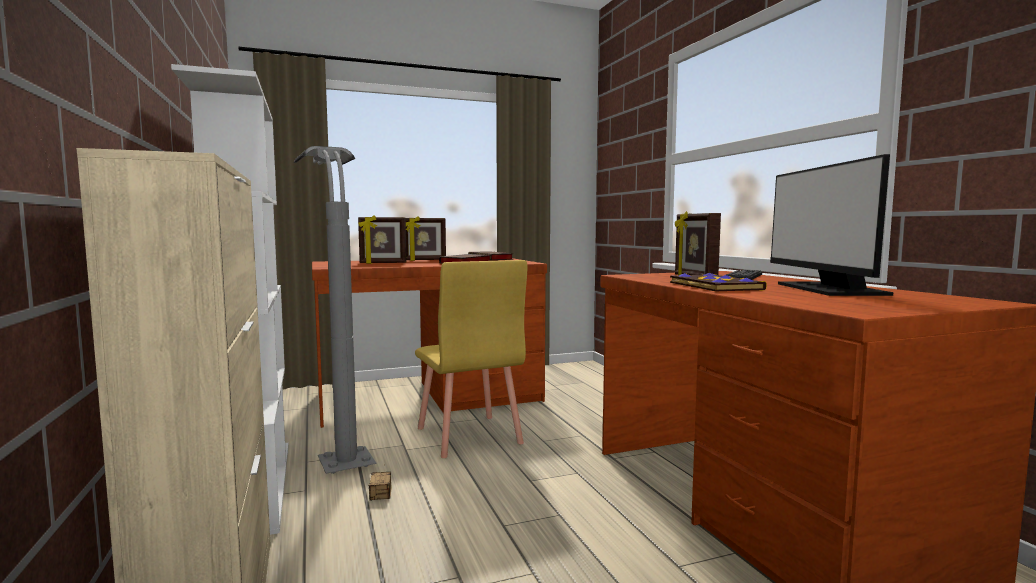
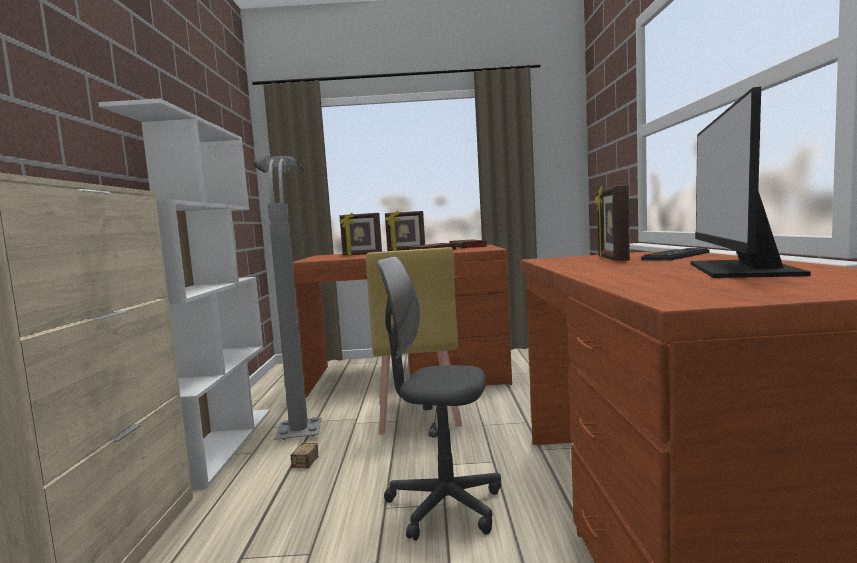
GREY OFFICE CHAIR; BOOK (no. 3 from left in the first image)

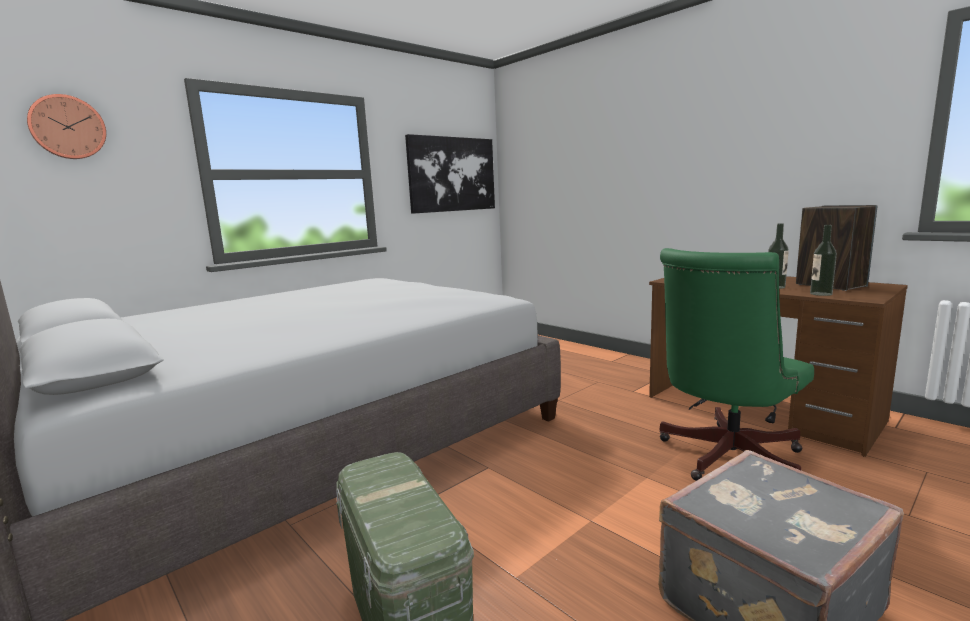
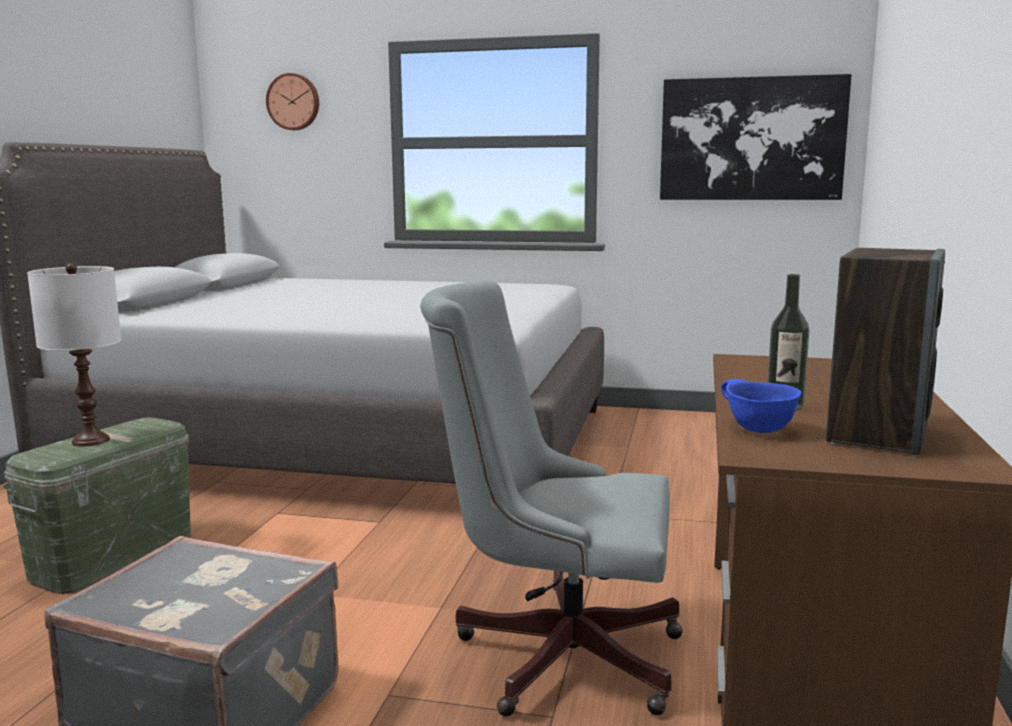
WHITE TABLE LAMP; GREY OFFICE CHAIR; BLUE BOWL

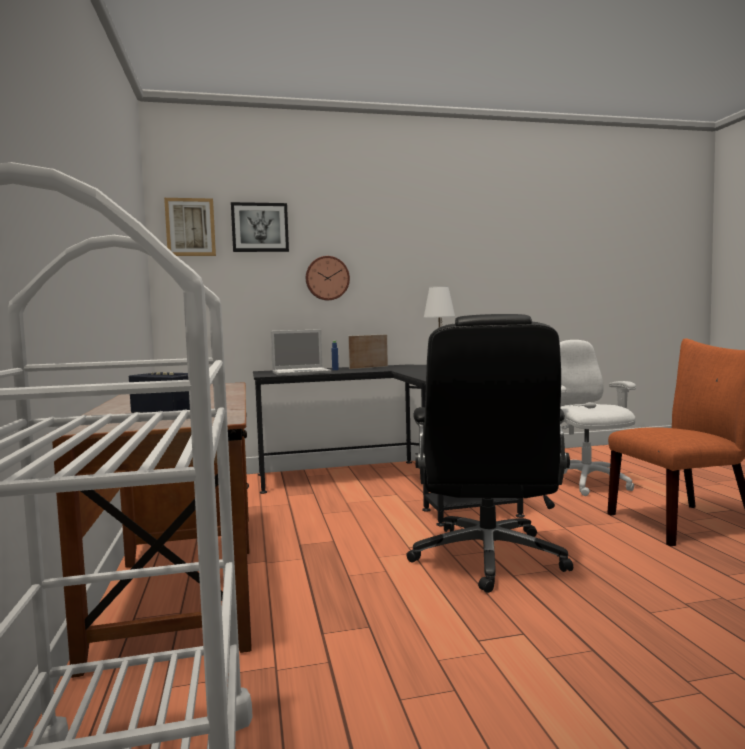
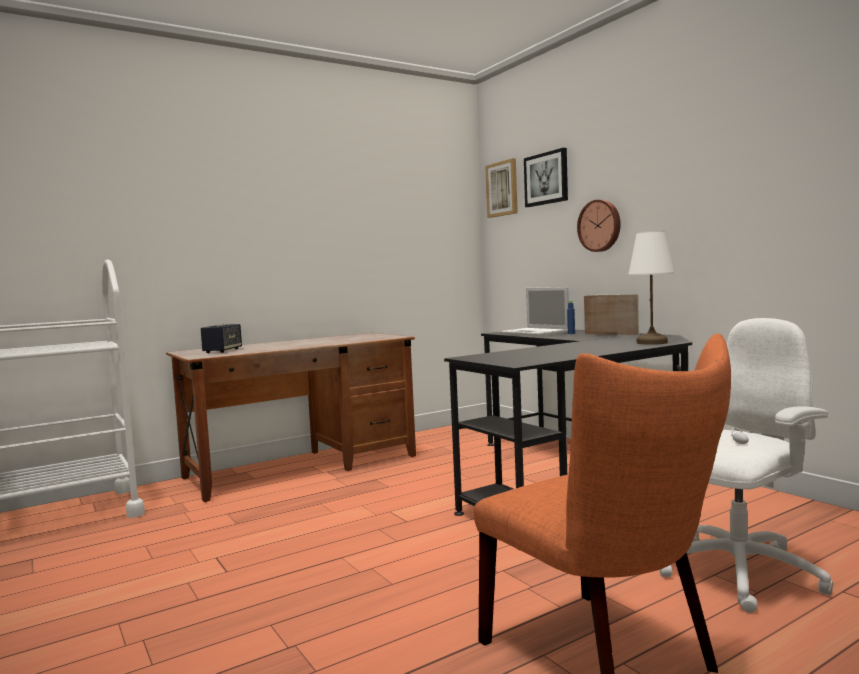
BLACK OFFICE CHAIR

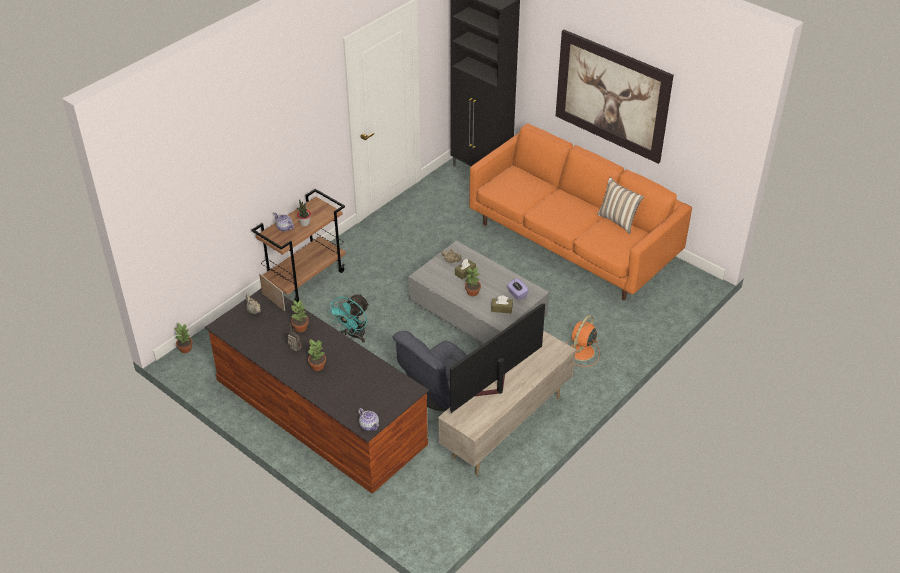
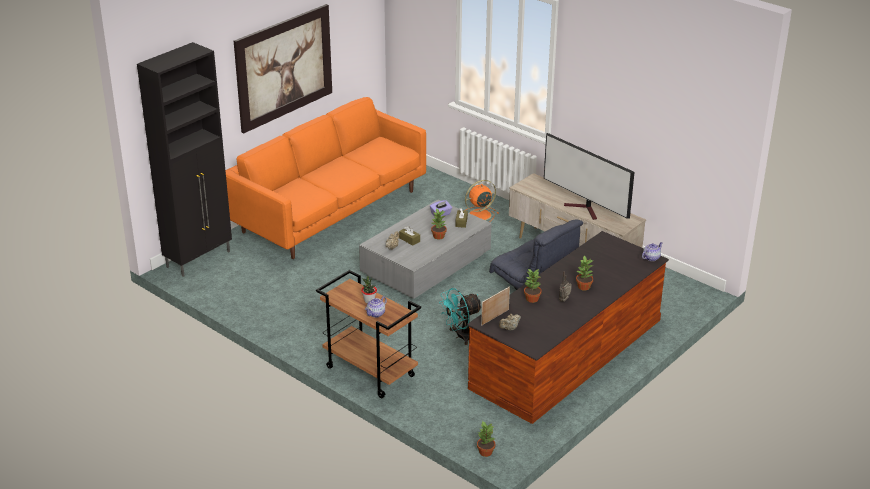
TURQUOISE FAN; ORANGE FAN; PILLOW

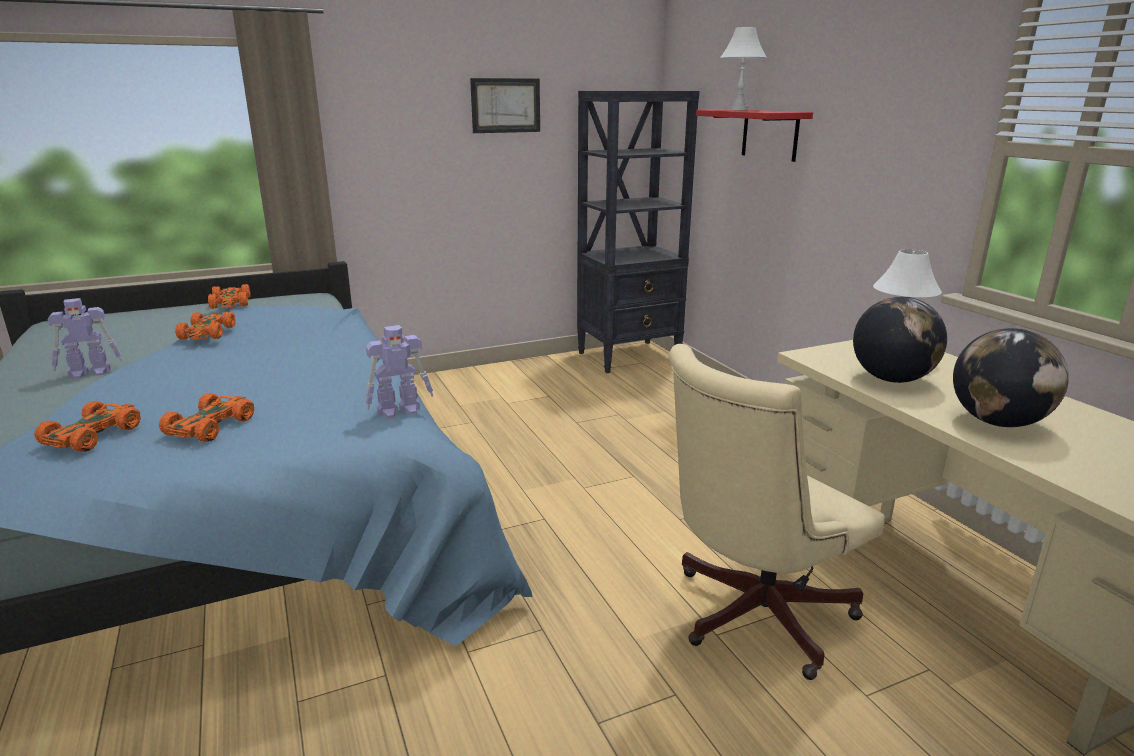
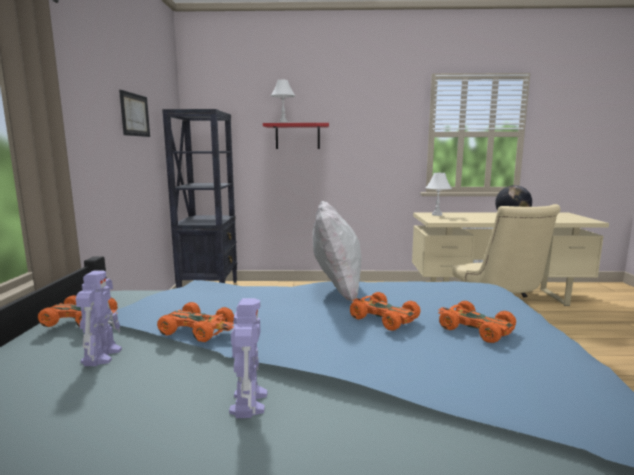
TOY ROBOT (no. 1 from left); WHITE PILLOW; ORANGE TOY CAR (no. 3 from left); GLOBE (no. 1 from left in the first image)

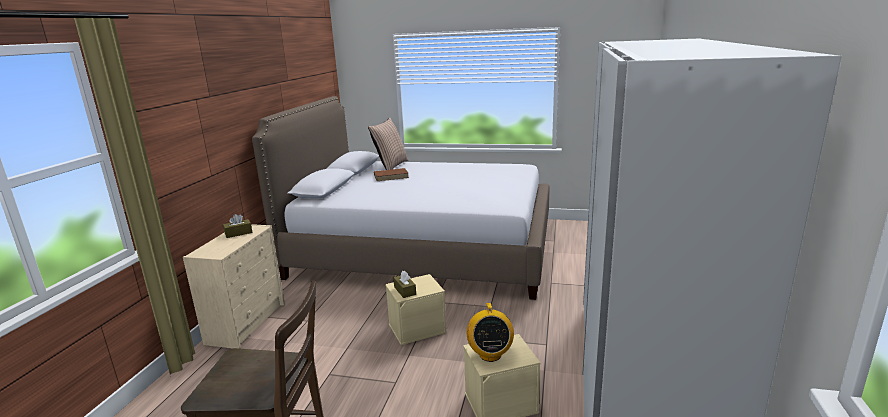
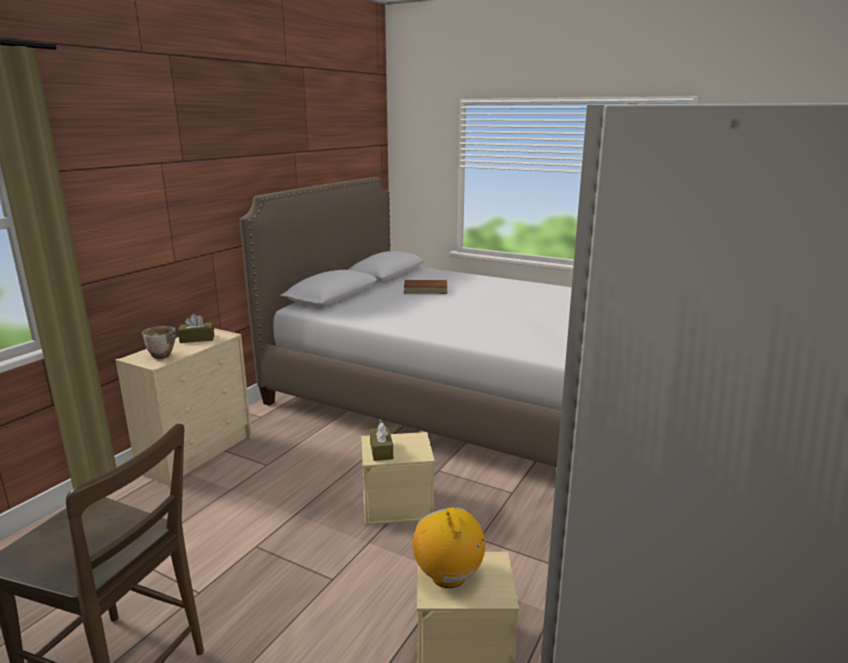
BOWL; RADIO; PILLOW

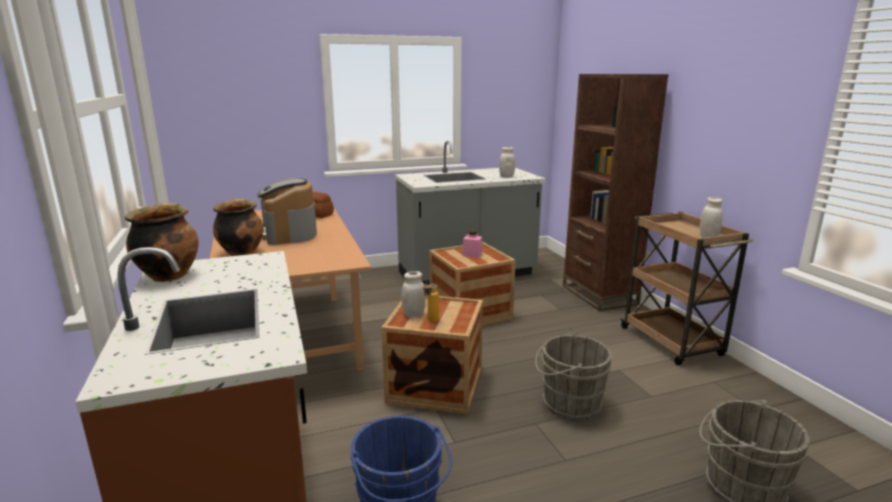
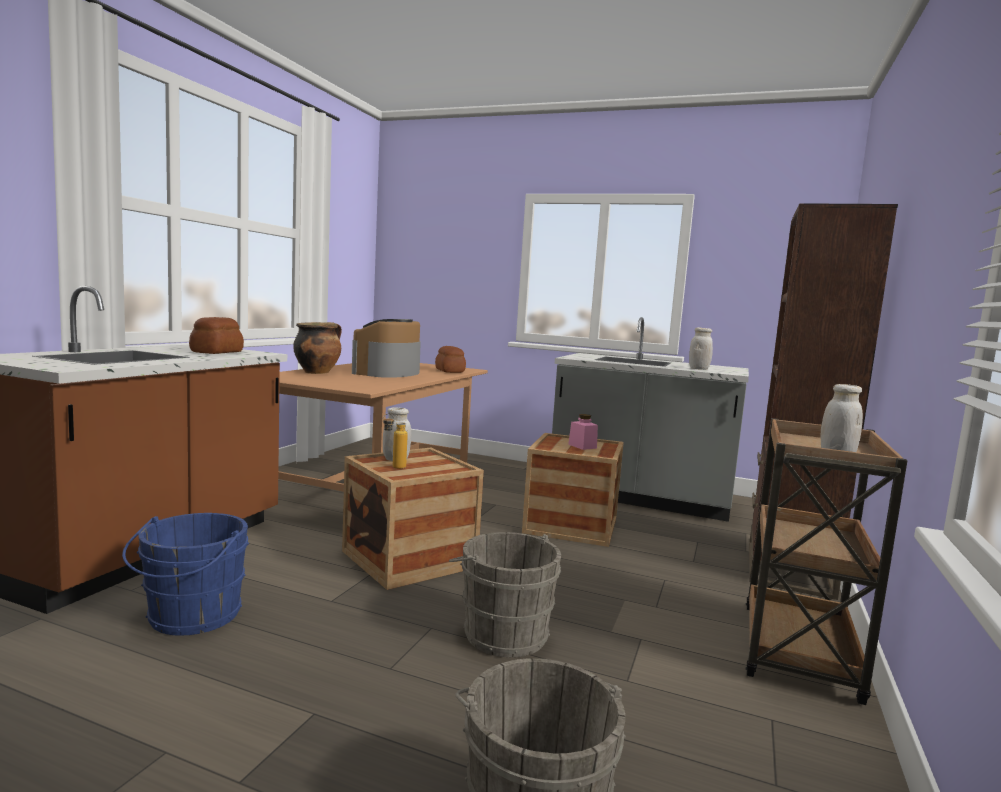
BREAD (no. 1 from left); COOKING POT (no. 1 from left in the first image)

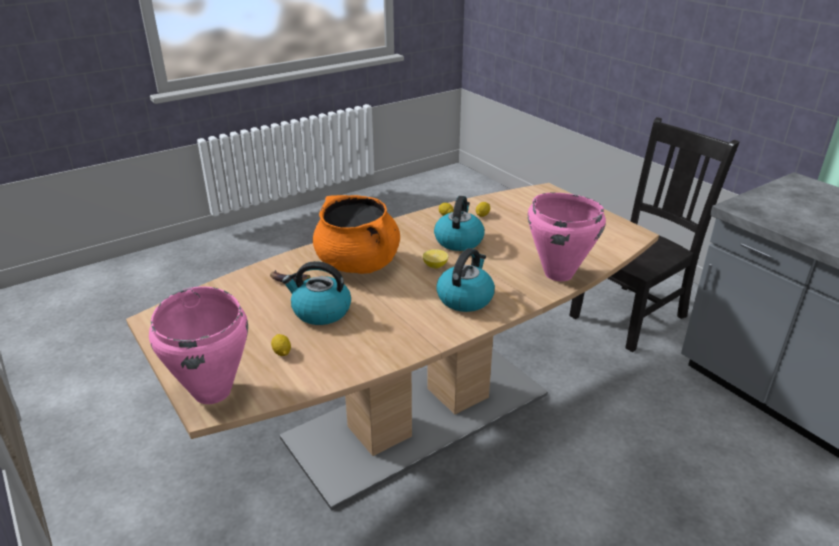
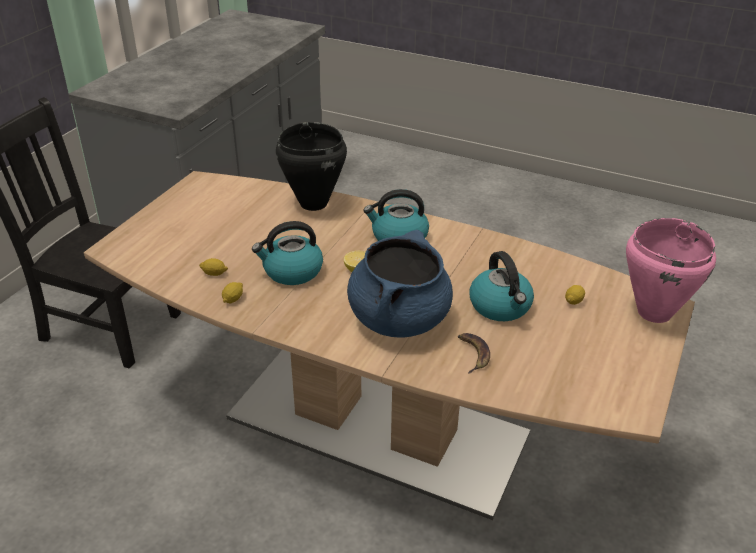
BLACK COOKING POT; BLUE COOKING POT

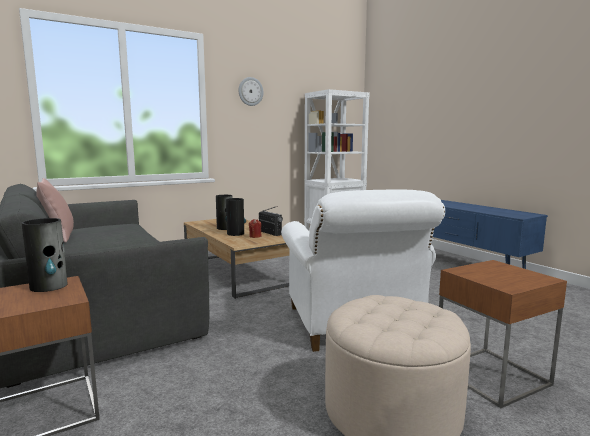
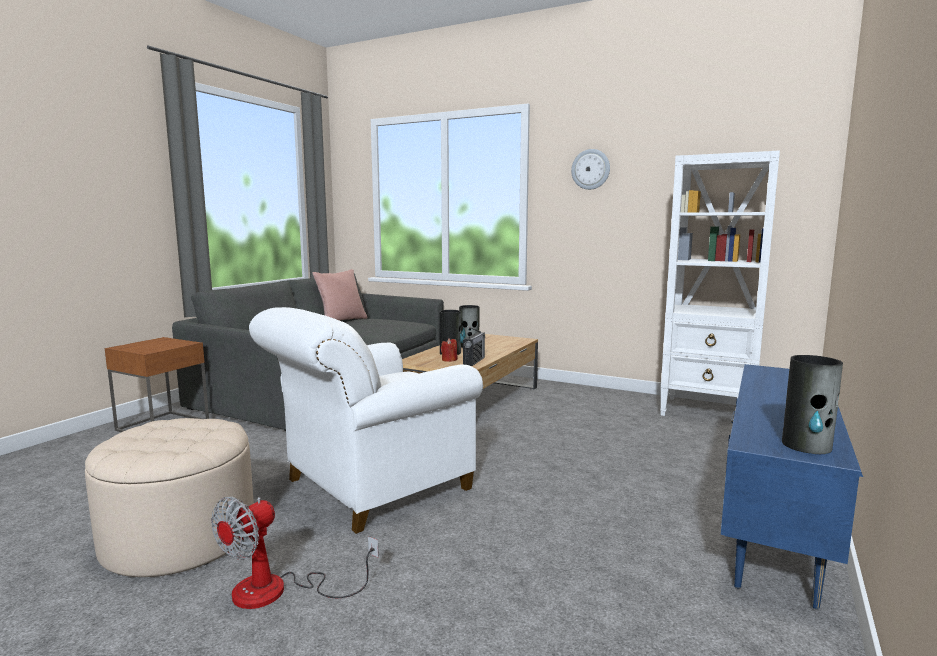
FAN; VASE (no. 3 from left)

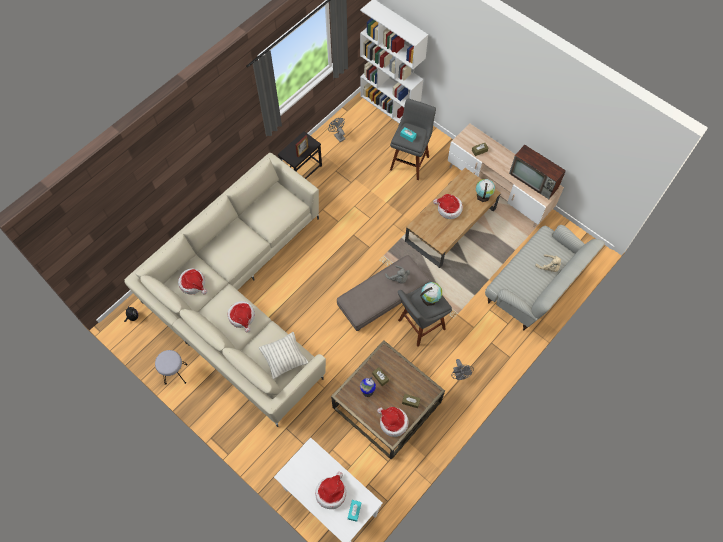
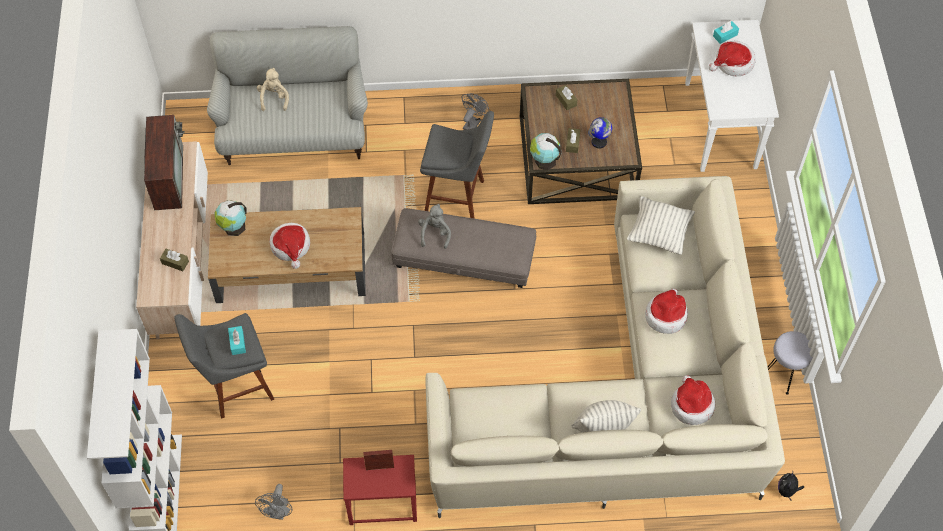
RED SIDE TABLE; GLOBE (no. 2 from left); PILLOW (no. 1 from left); HAT (no. 4 from left in the first image)

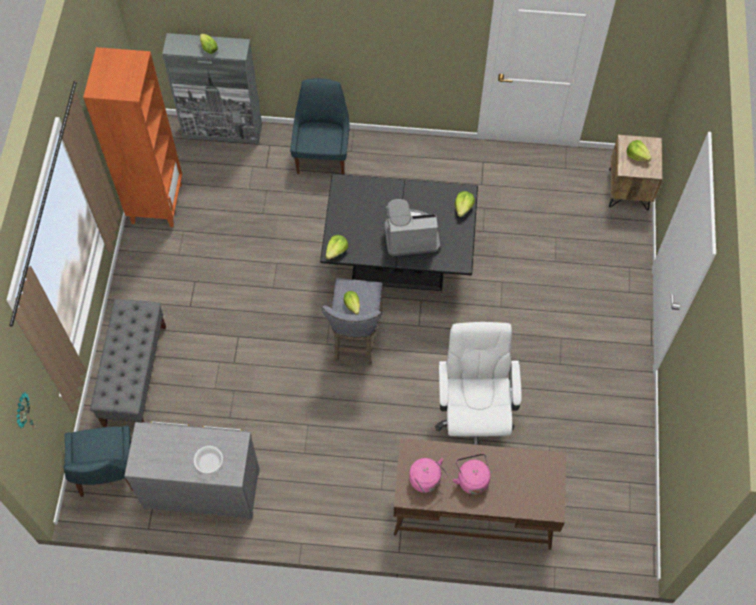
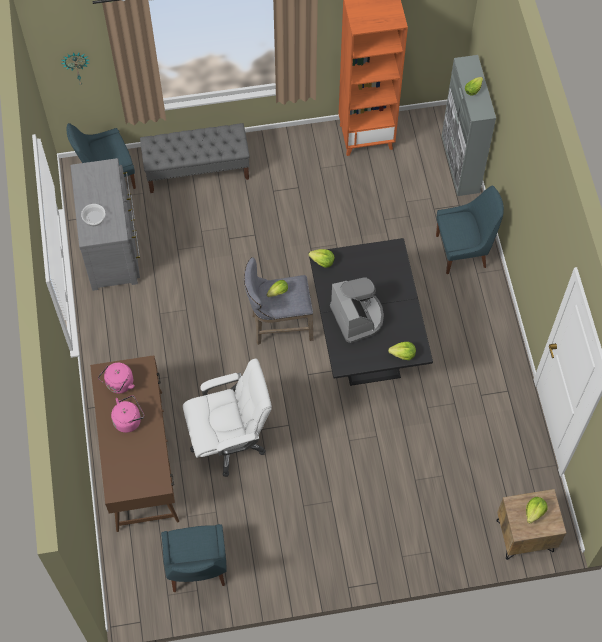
BLUE CHAIR (no. 2 from left)

